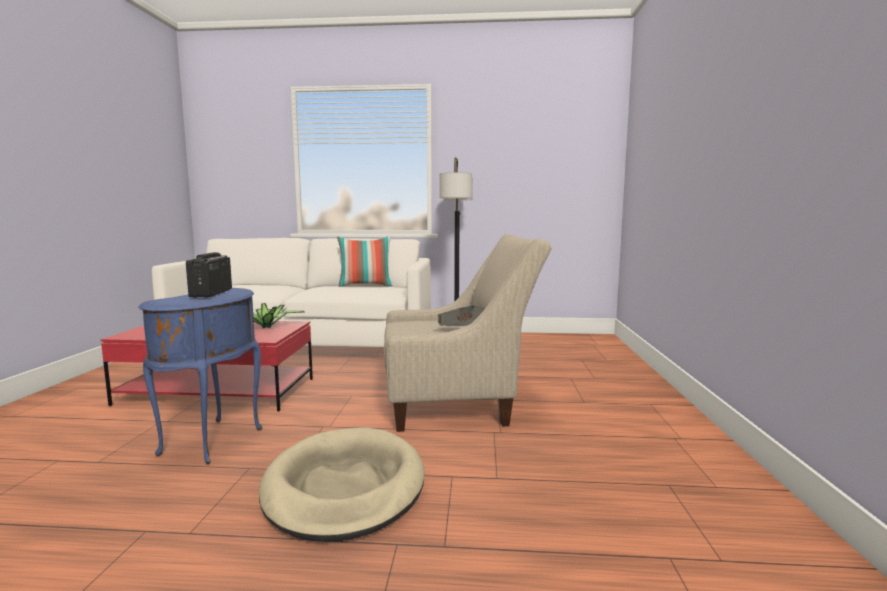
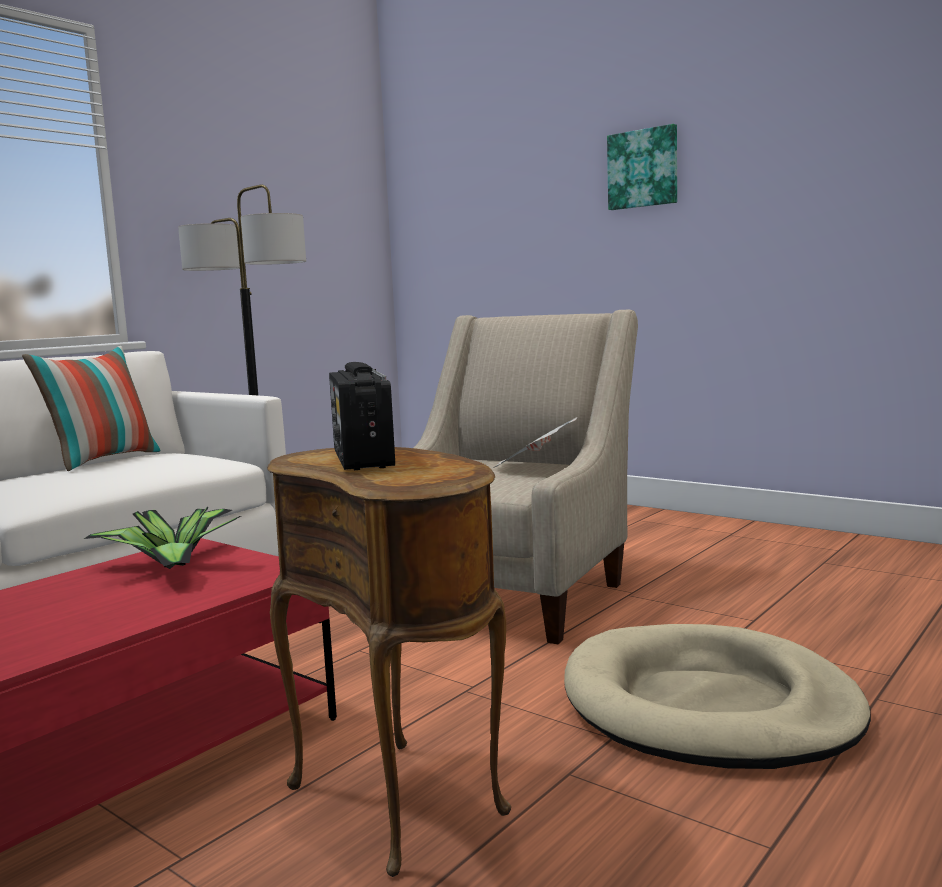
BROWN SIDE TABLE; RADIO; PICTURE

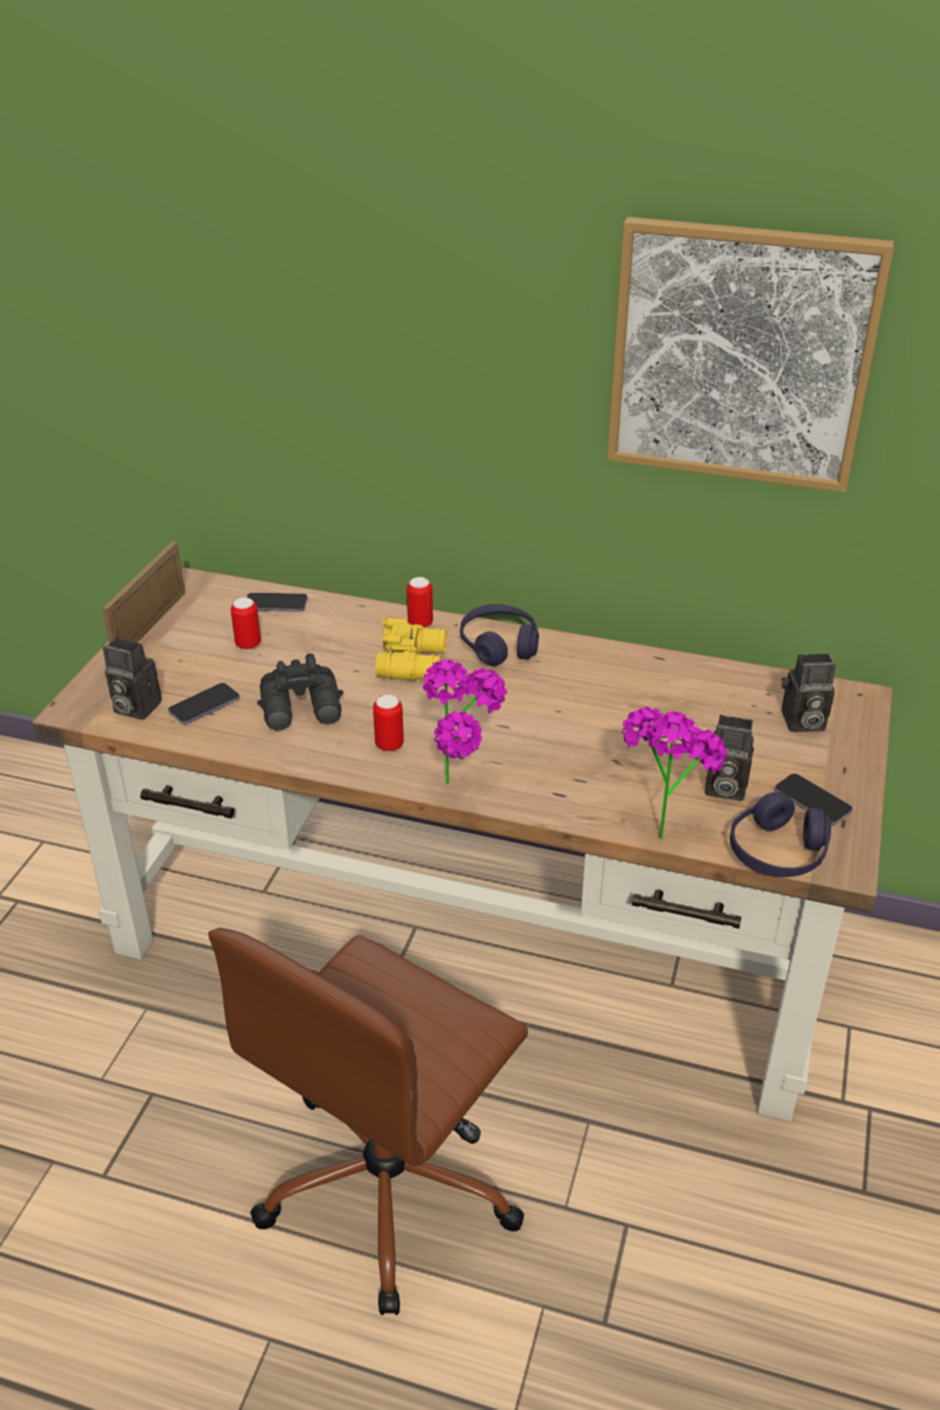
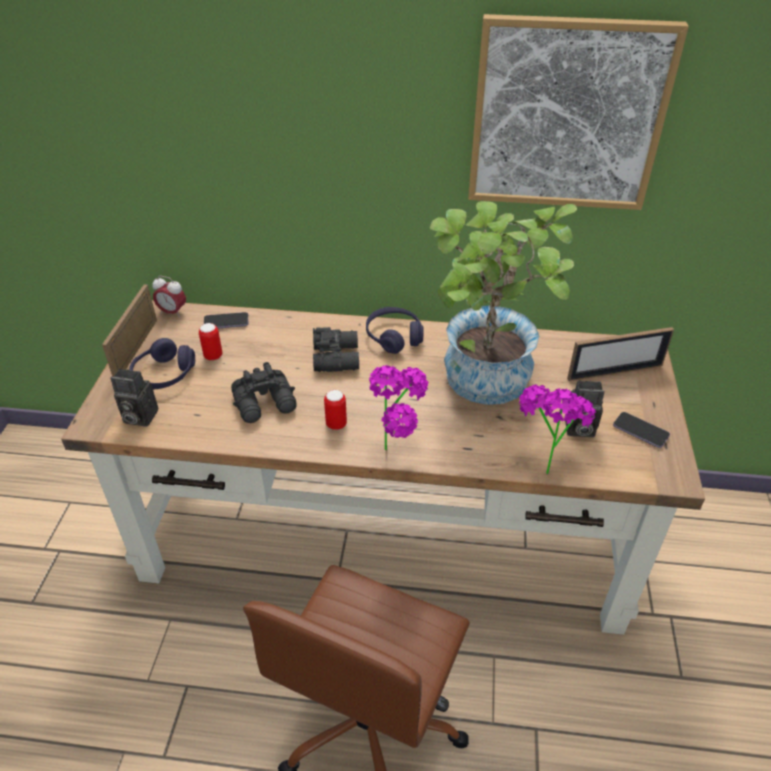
PURPLE HEADPHONES (no. 1 from left); ALARM CLOCK; BLACK BINOCULARS (no. 2 from left); POTTED PLANT (no. 2 from left); PICTURE FRAME (no. 2 from left); PHONE (no. 1 from left in the first image); CAN (no. 3 from left in the first image)

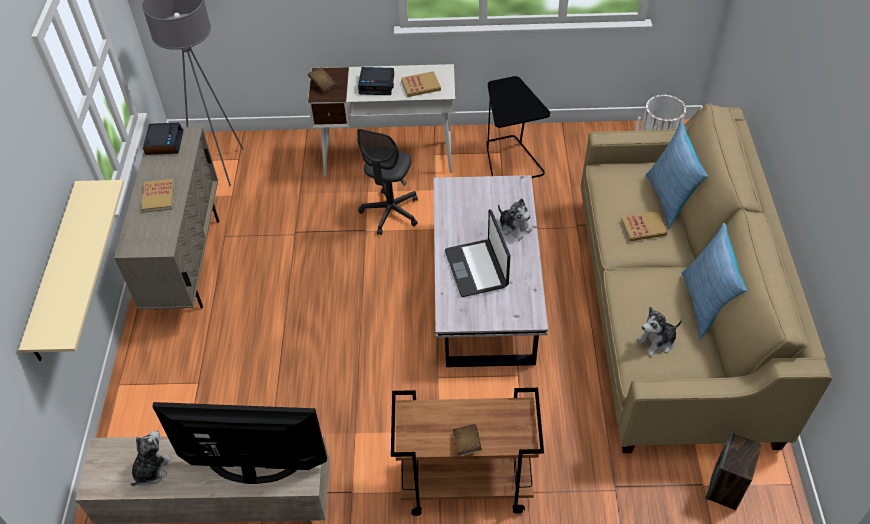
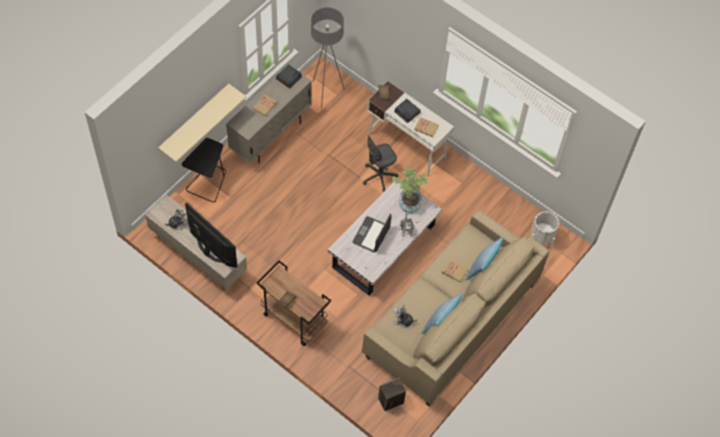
BLACK SIDE TABLE; POTTED PLANT

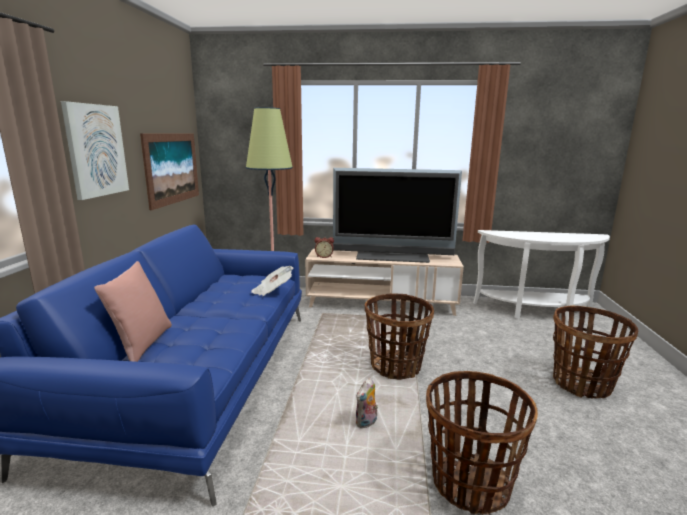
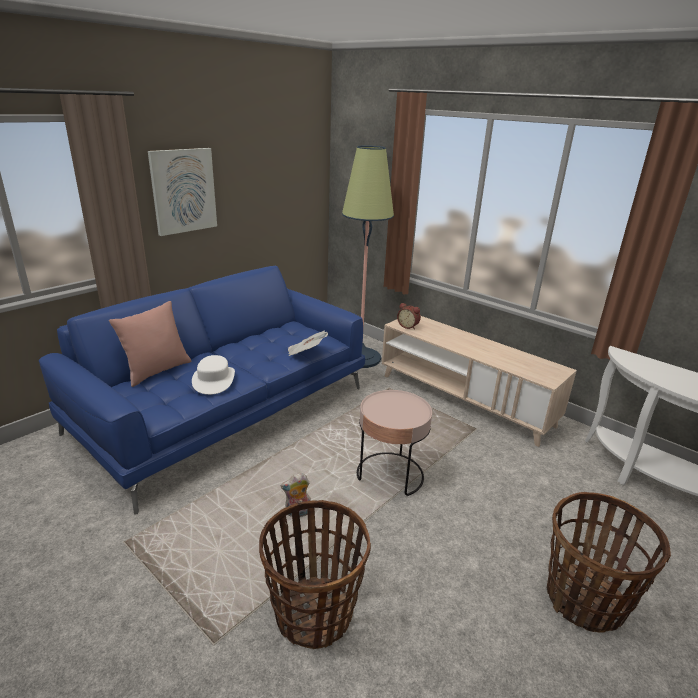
WHITE HAT; PINK SIDE TABLE; PICTURE (no. 2 from left in the first image); TELEVISION

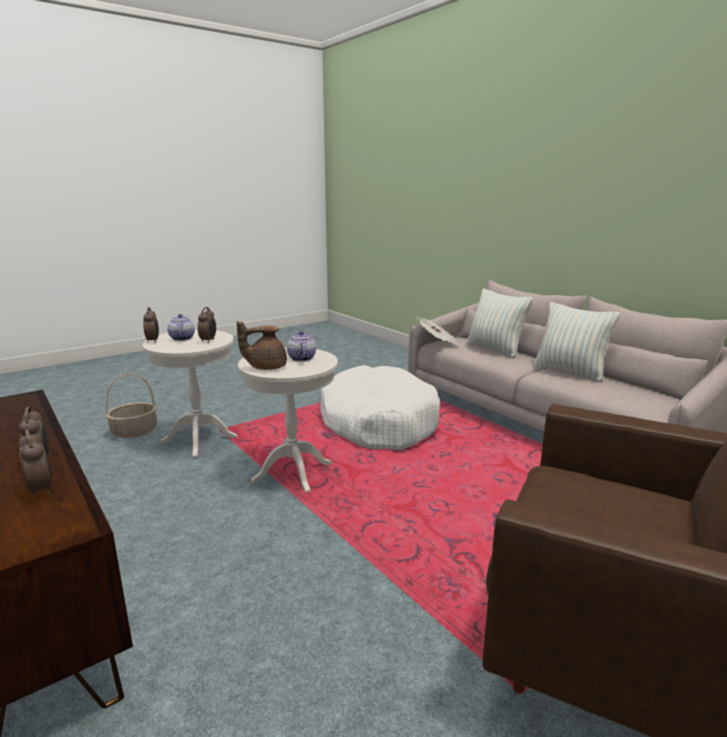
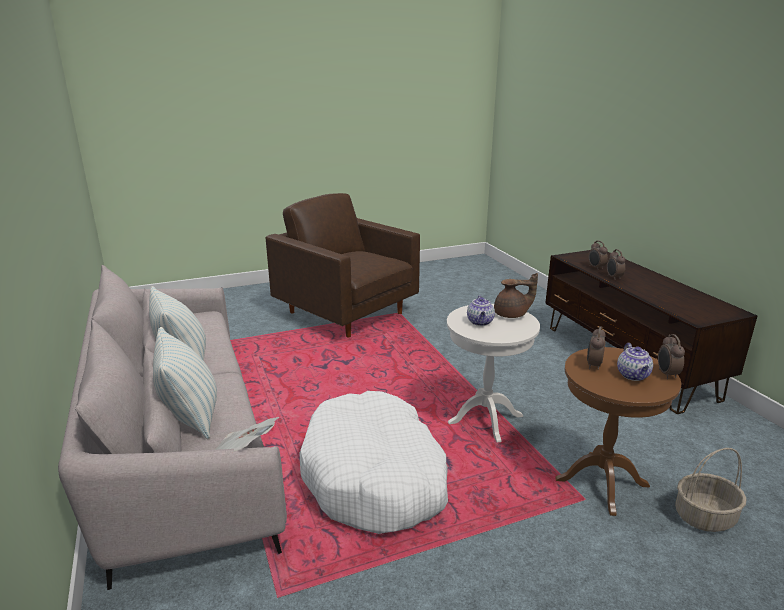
BROWN SIDE TABLE

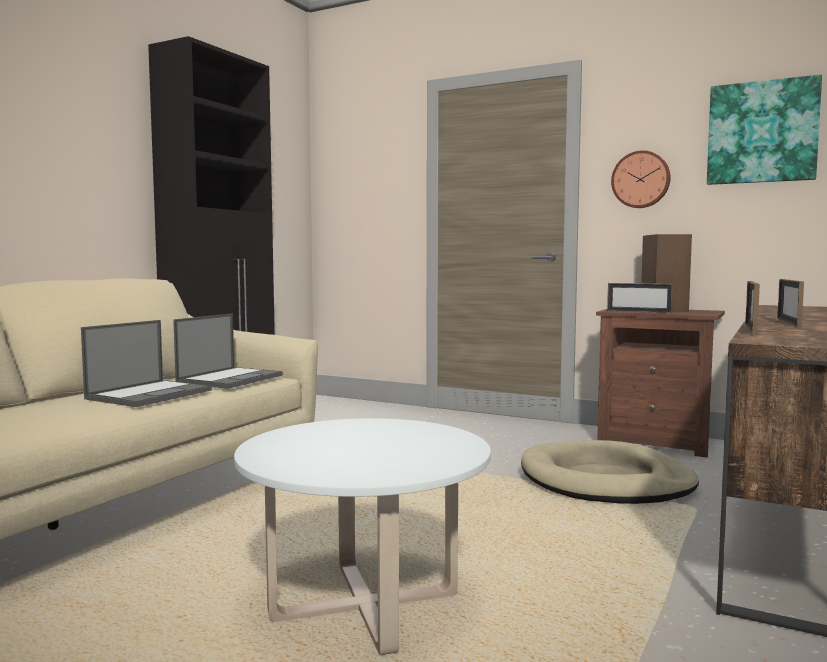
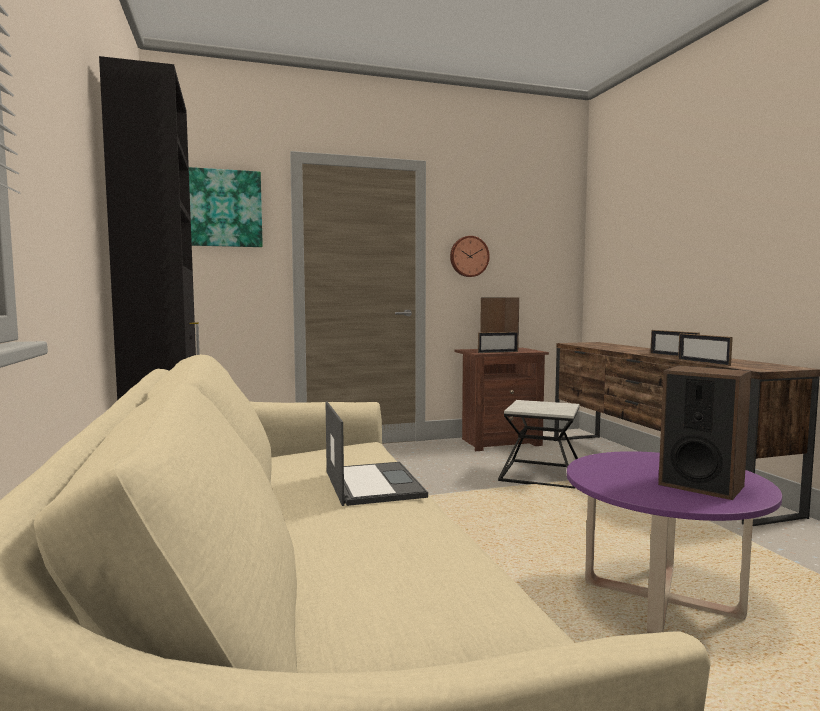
PICTURE; SIDE TABLE; PURPLE COFFEE TABLE; SPEAKER (no. 2 from left); LAPTOP (no. 2 from left in the first image)

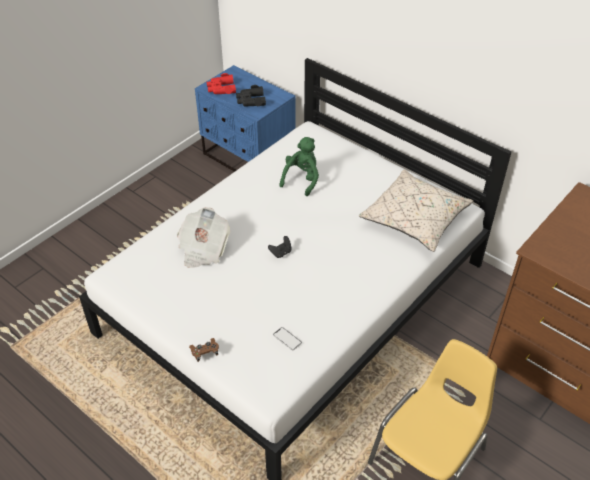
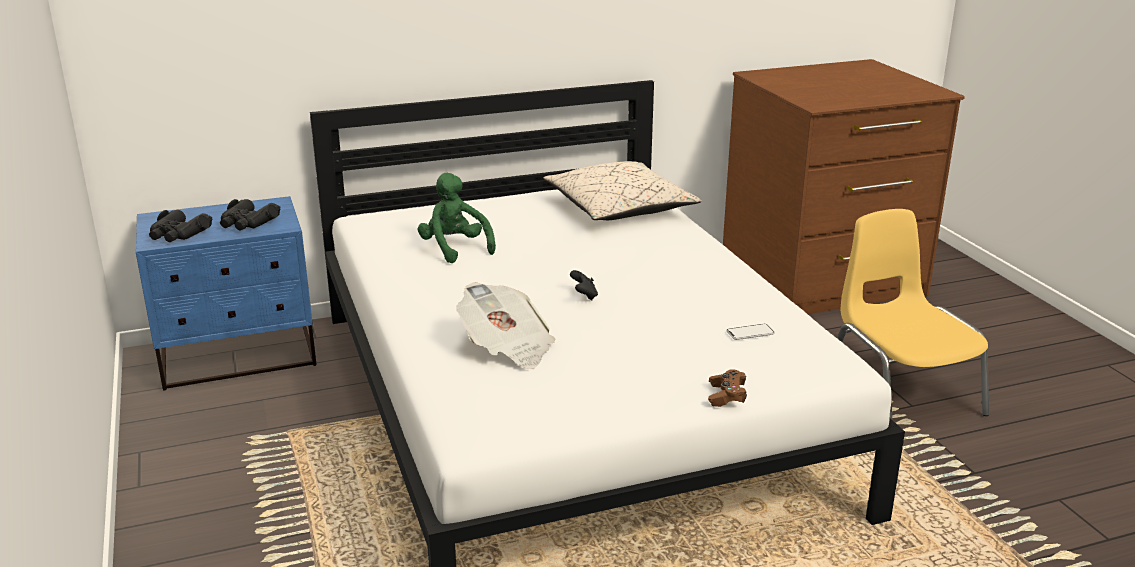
BLACK BINOCULARS (no. 1 from left)

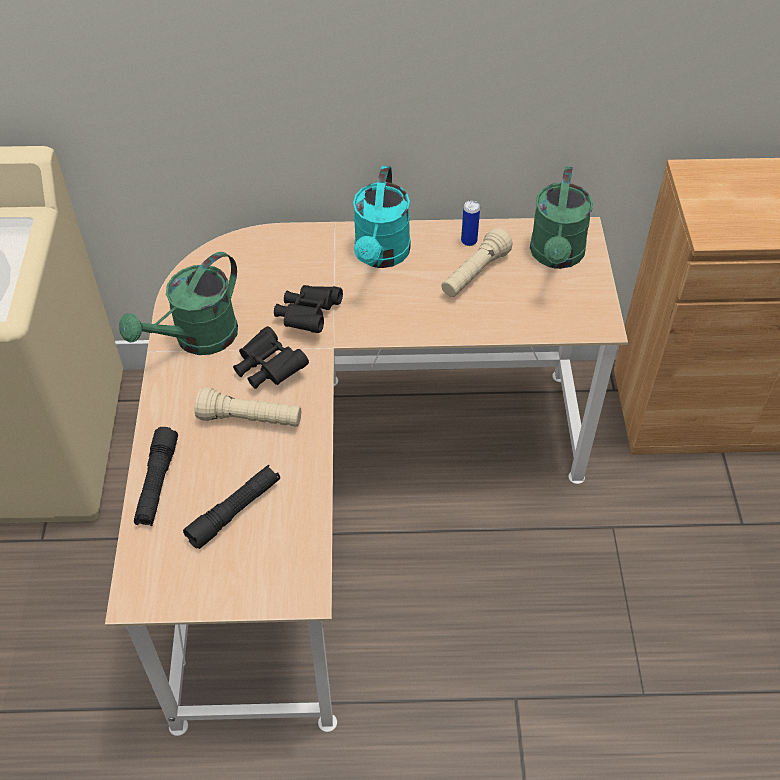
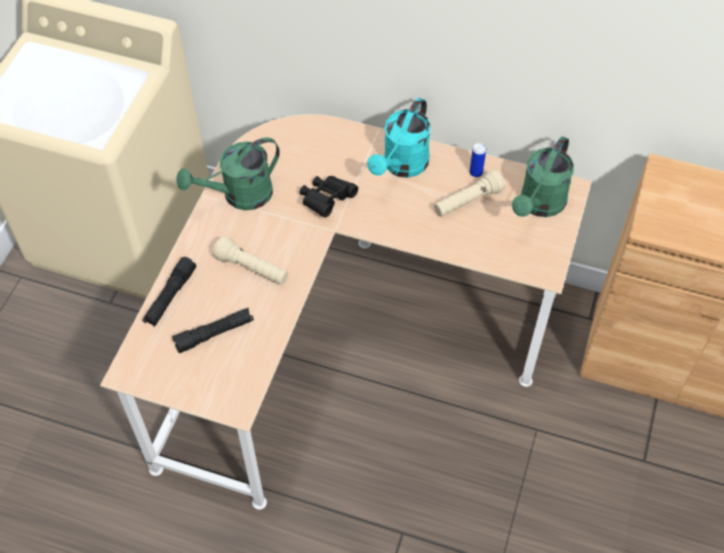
BLACK BINOCULARS (no. 1 from left in the first image)

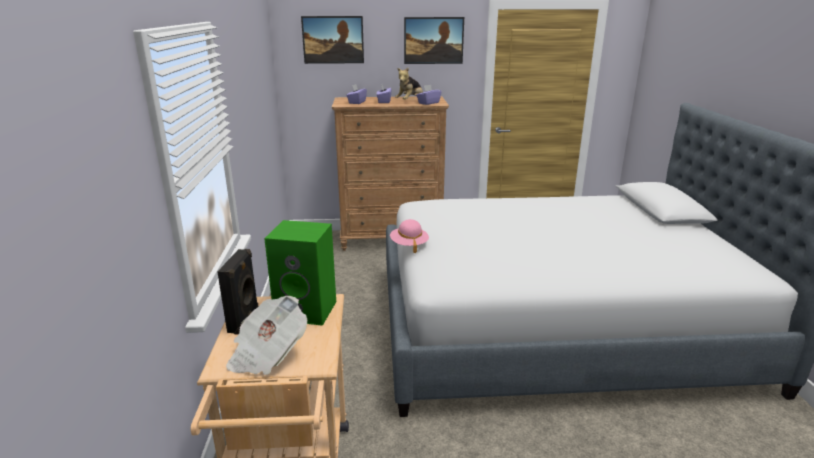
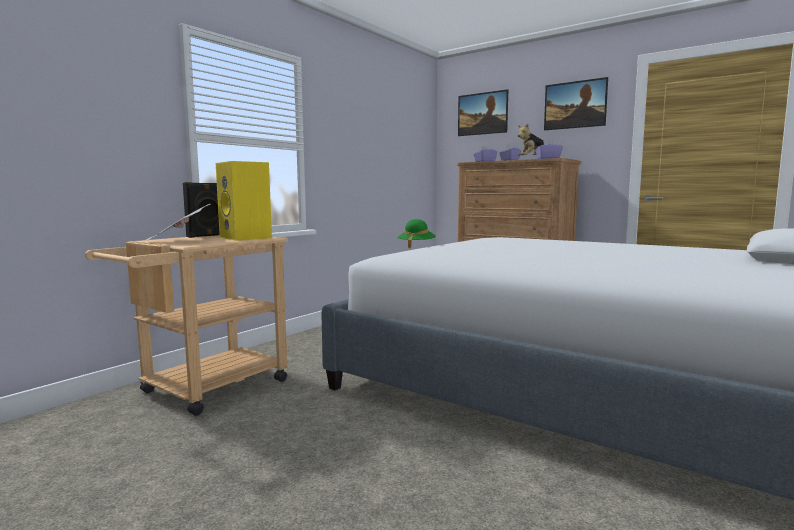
YELLOW SPEAKER; GREEN HAT

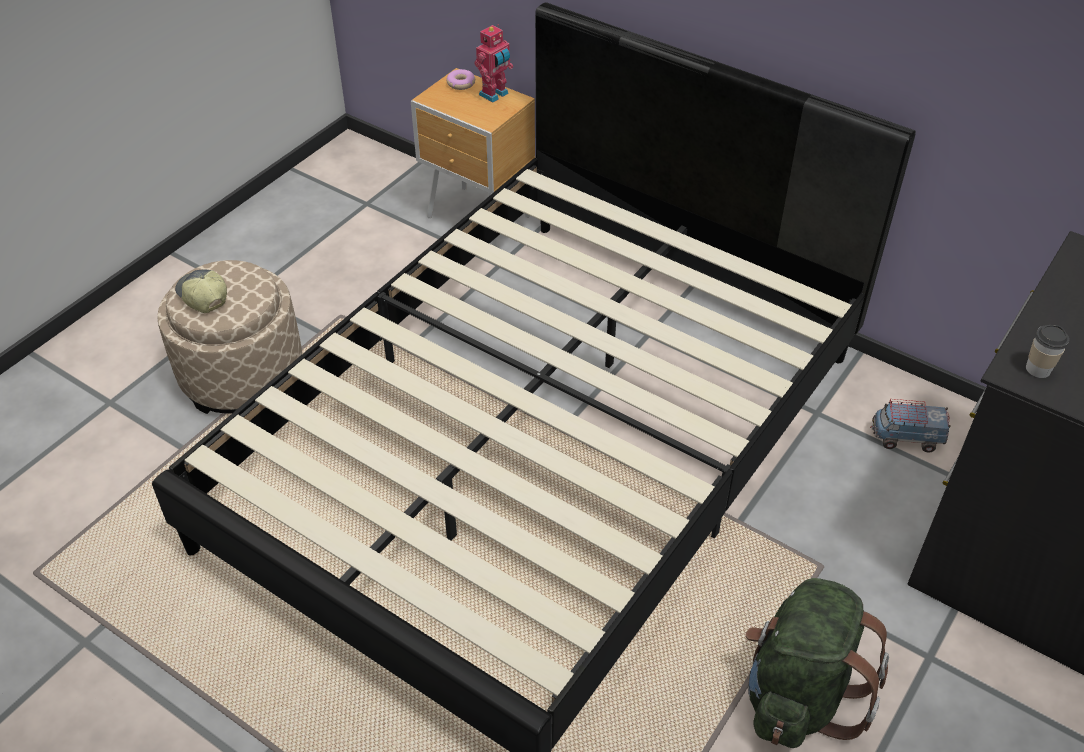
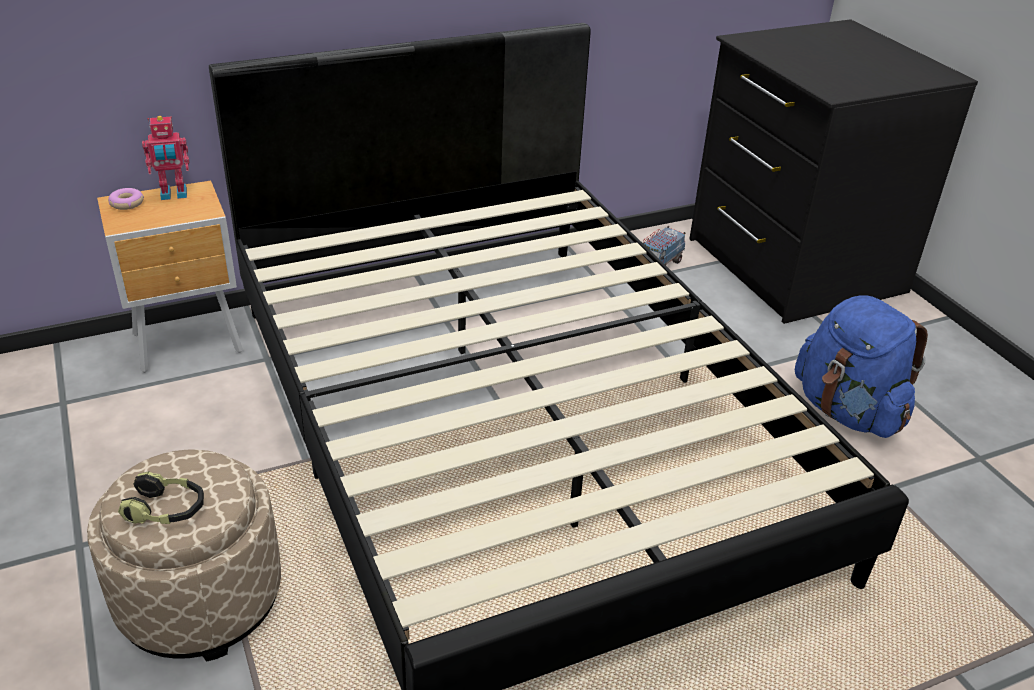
HEADPHONES; TOY ROBOT; BLUE BACKPACK; CUP

